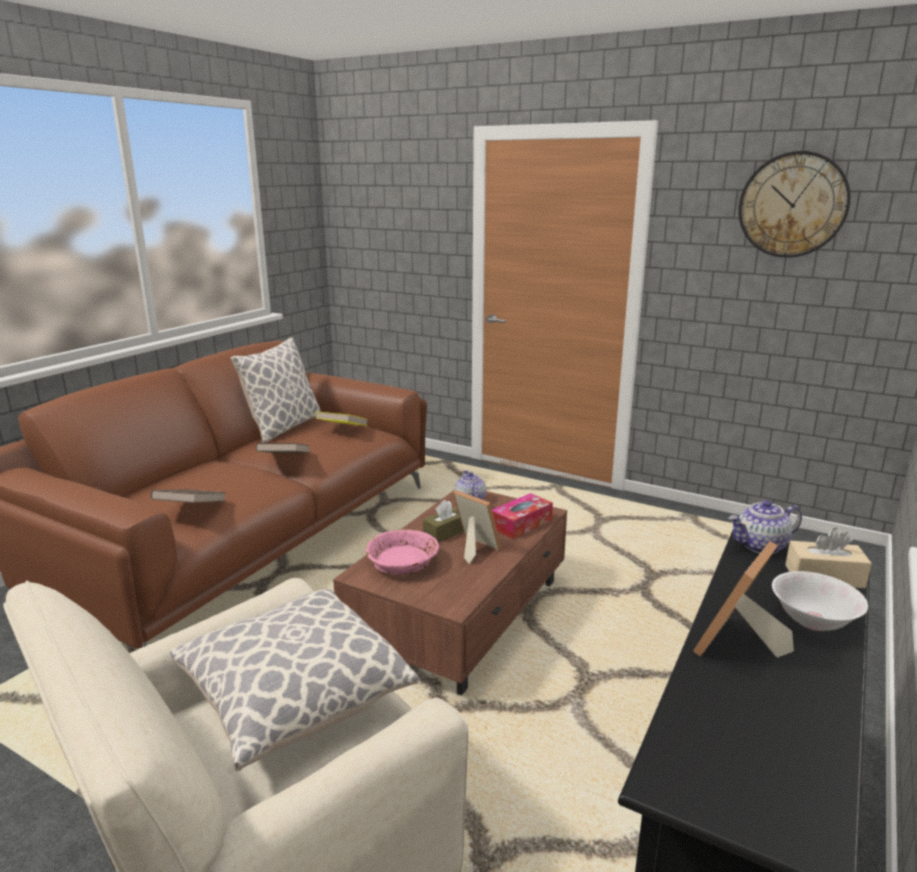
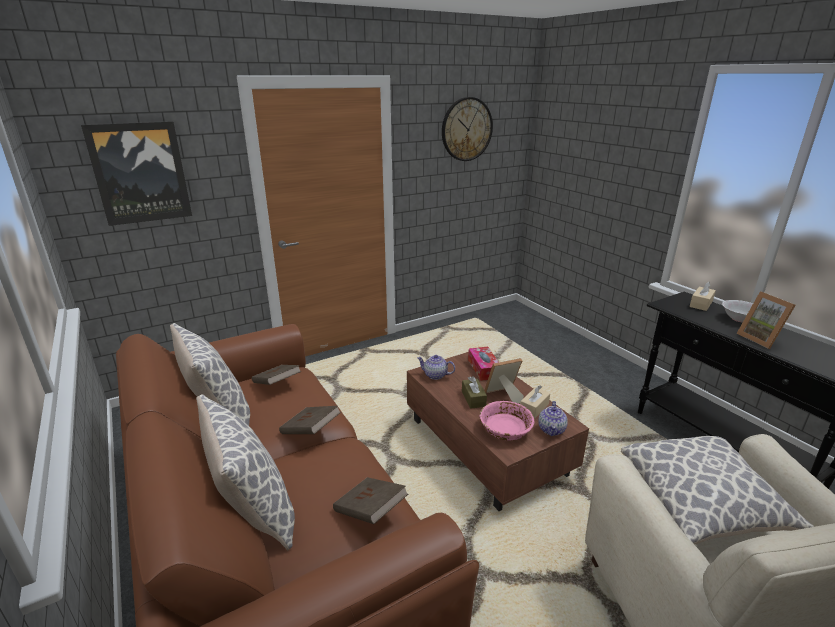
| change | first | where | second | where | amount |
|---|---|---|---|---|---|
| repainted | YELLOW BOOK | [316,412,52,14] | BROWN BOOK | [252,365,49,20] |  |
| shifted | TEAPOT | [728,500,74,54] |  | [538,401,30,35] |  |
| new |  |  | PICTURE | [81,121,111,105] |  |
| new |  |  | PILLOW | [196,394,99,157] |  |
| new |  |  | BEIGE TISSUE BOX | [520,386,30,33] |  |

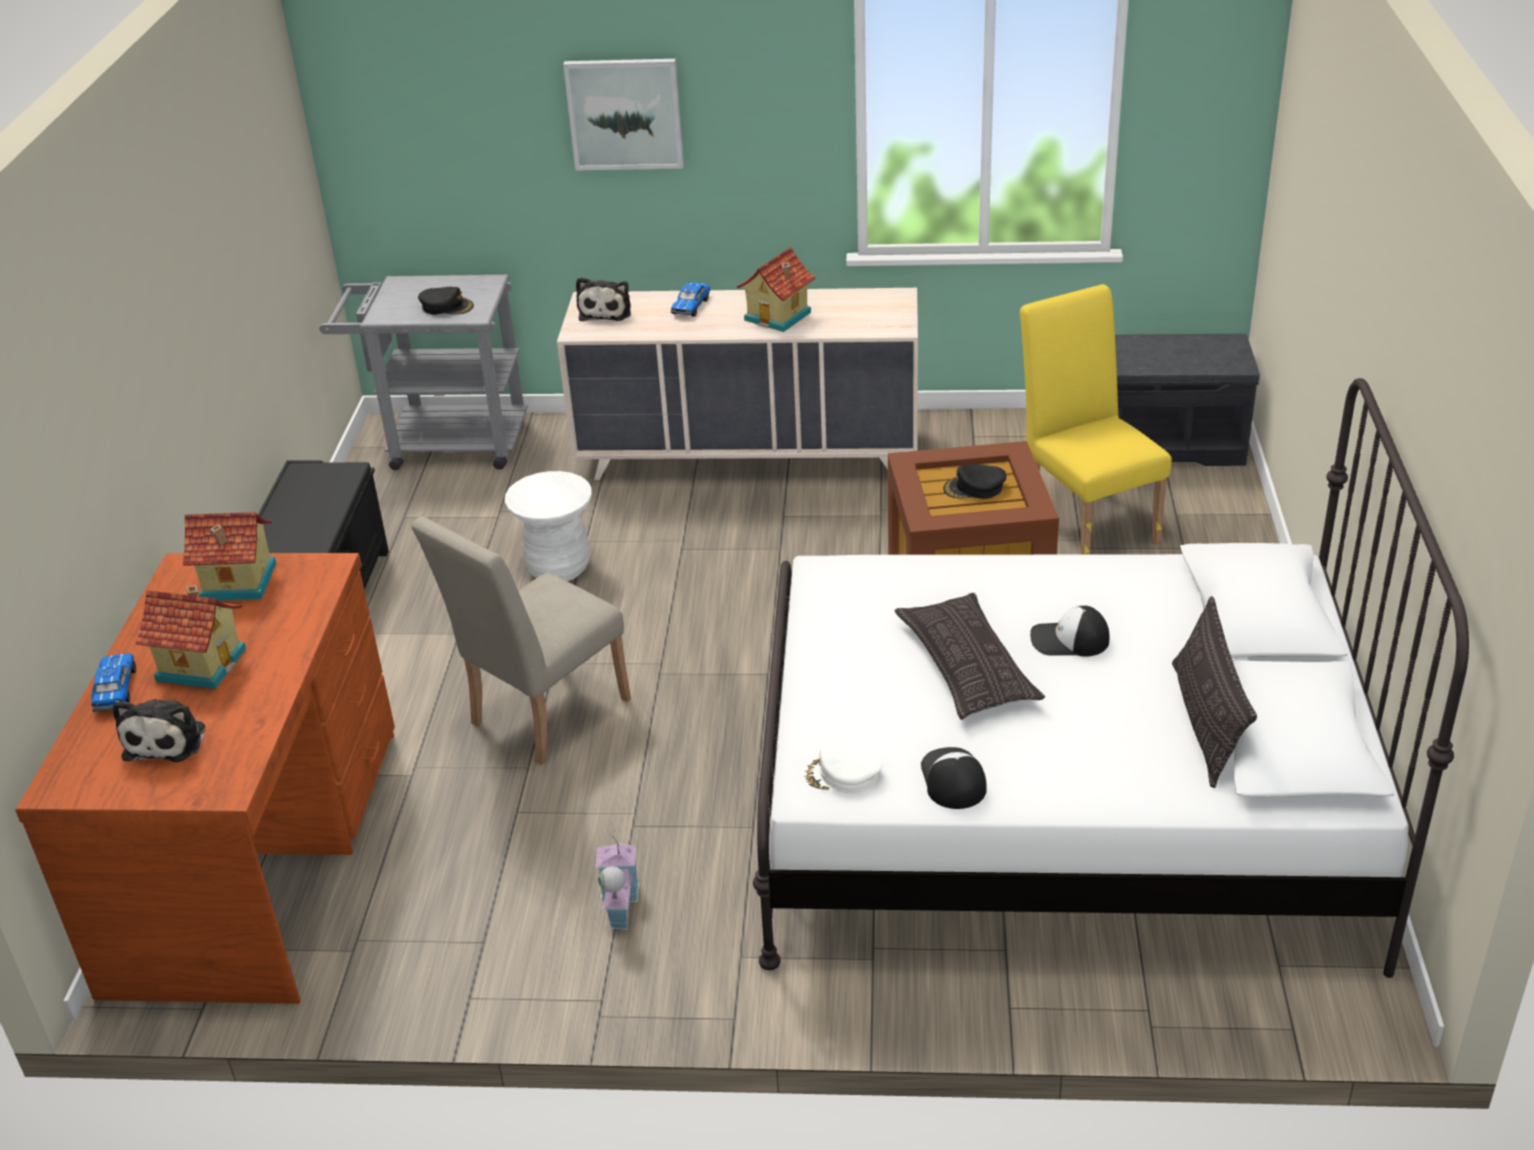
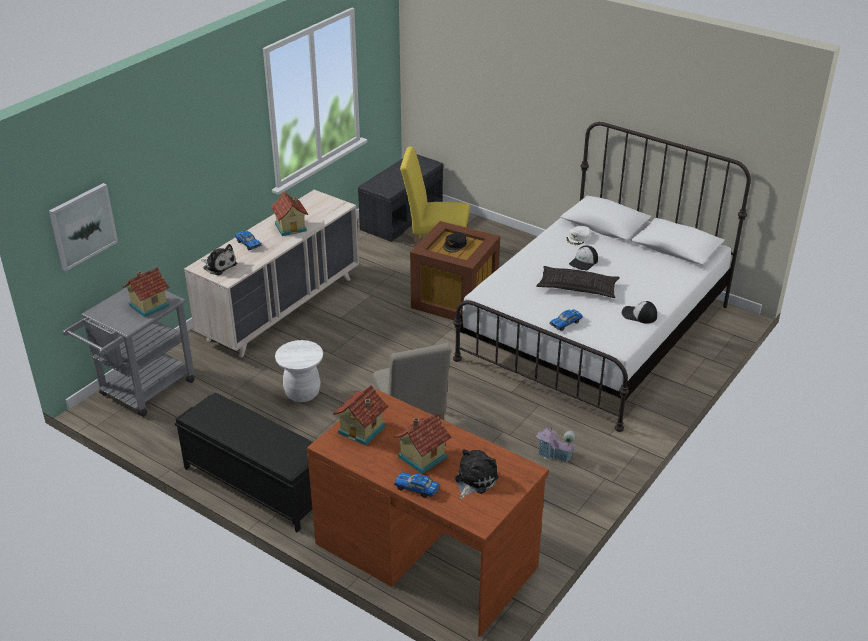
| change | first | where | second | where | amount |
|---|---|---|---|---|---|
| rotated | PLUSH TOY | [113,699,92,63] |  | [455,449,44,50] | 90 degrees counterclockwise |
| swapped | BLACK CAP | [418,287,56,28] | TOY HOUSE | [123,267,47,50] |  |
| shifted | PICTURE | [563,59,121,111] |  | [49,183,69,88] |  |
| shifted | WHITE CAP | [804,743,79,51] |  | [566,226,24,19] |  |
| gone | PILLOW | [1172,596,85,192] |  |  |  |
| new |  |  | TOY CAR | [549,309,34,22] |  |

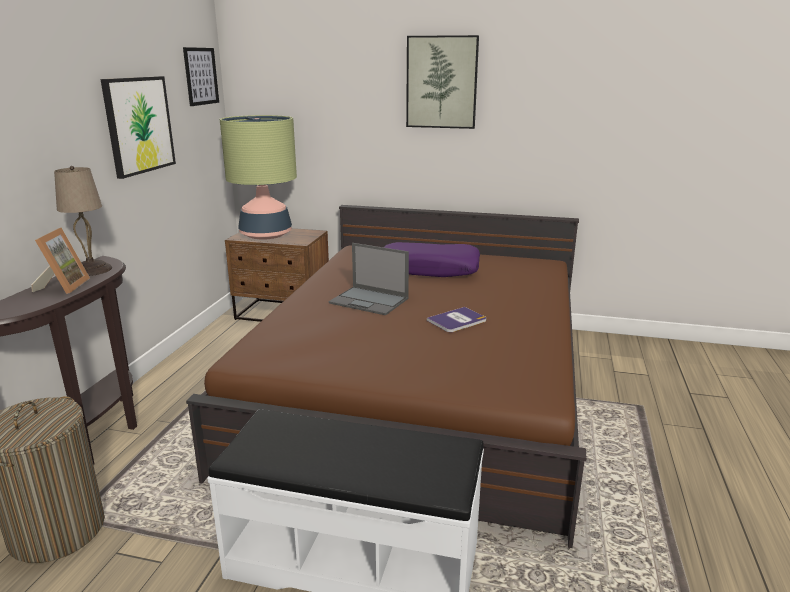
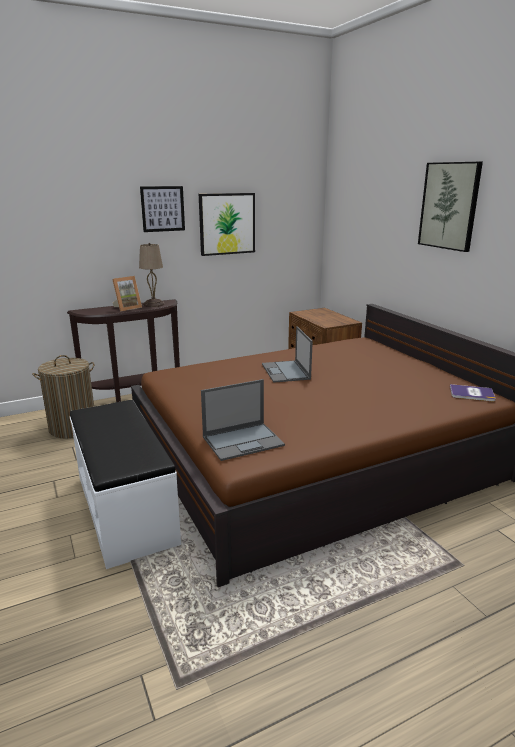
| change | first | where | second | where | amount |
|---|---|---|---|---|---|
| shifted | PICTURE | [183,47,36,59] |  | [140,186,45,46] |  |
| gone | TABLE LAMP | [220,115,77,125] |  |  |  |
| gone | PURPLE PILLOW | [384,242,96,35] |  |  |  |
| shifted | BOOK | [427,307,59,25] |  | [450,384,46,17] |  |
| new |  |  | LAPTOP | [201,379,84,82] |  |

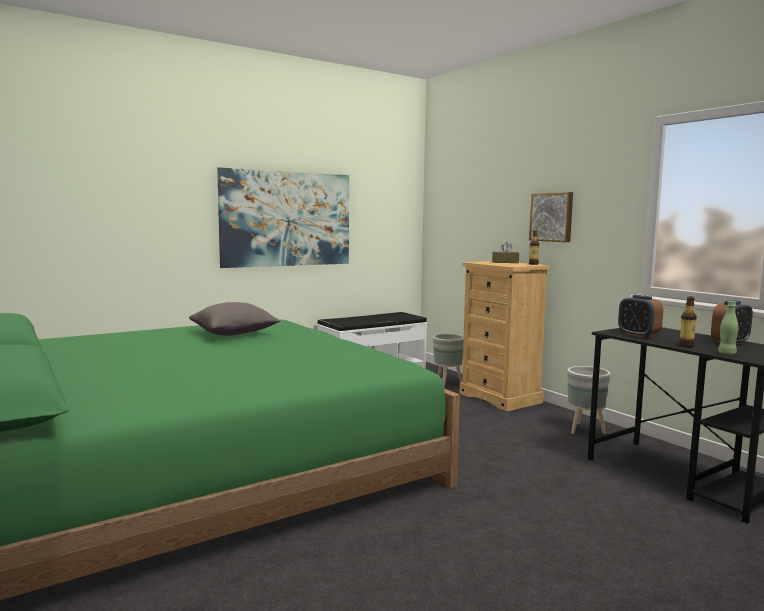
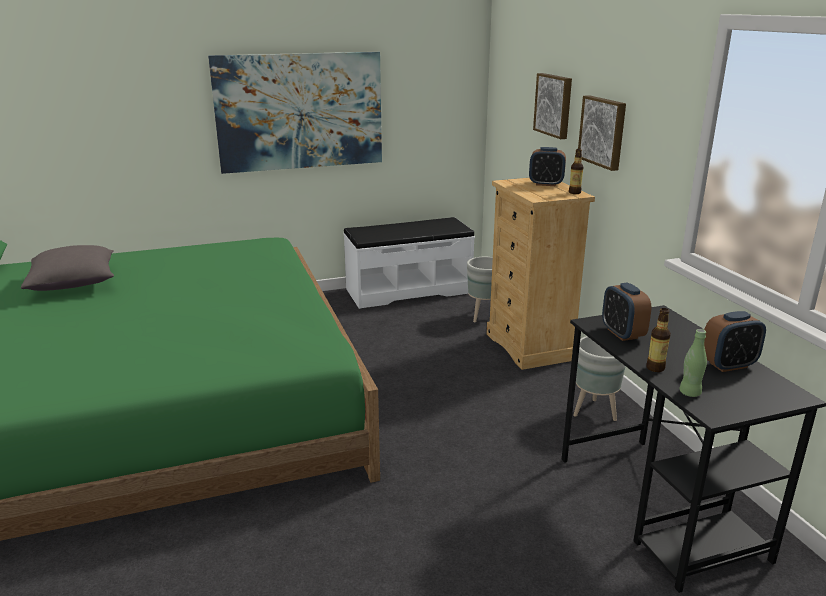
| change | first | where | second | where | amount |
|---|---|---|---|---|---|
| shifted | GREY PILLOW | [189,302,91,34] |  | [21,245,93,46] |  |
| swapped | BROWN TISSUE BOX | [492,242,27,21] | ALARM CLOCK | [529,147,37,39] |  |
| new |  |  | PICTURE | [533,73,39,66] |  |

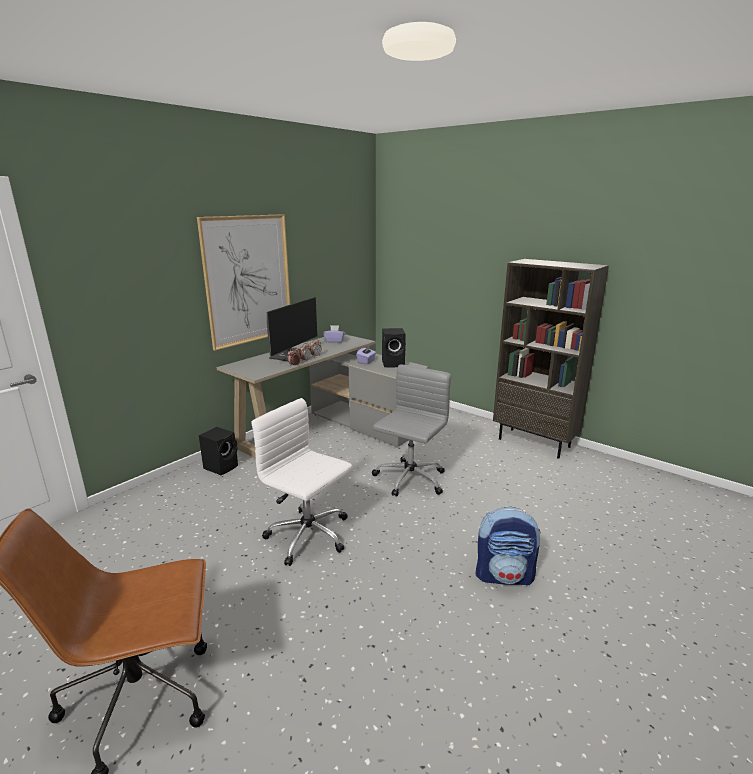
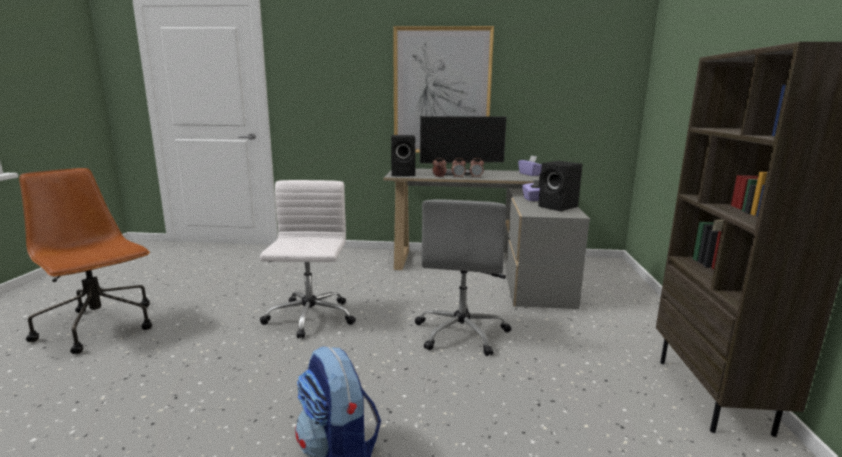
| change | first | where | second | where | amount |
|---|---|---|---|---|---|
| shifted | BLACK SPEAKER | [199,427,39,48] |  | [391,135,24,41] |  |
| rotated | GREY OFFICE CHAIR | [372,365,79,132] |  | [415,199,96,157] | 105 degrees clockwise |

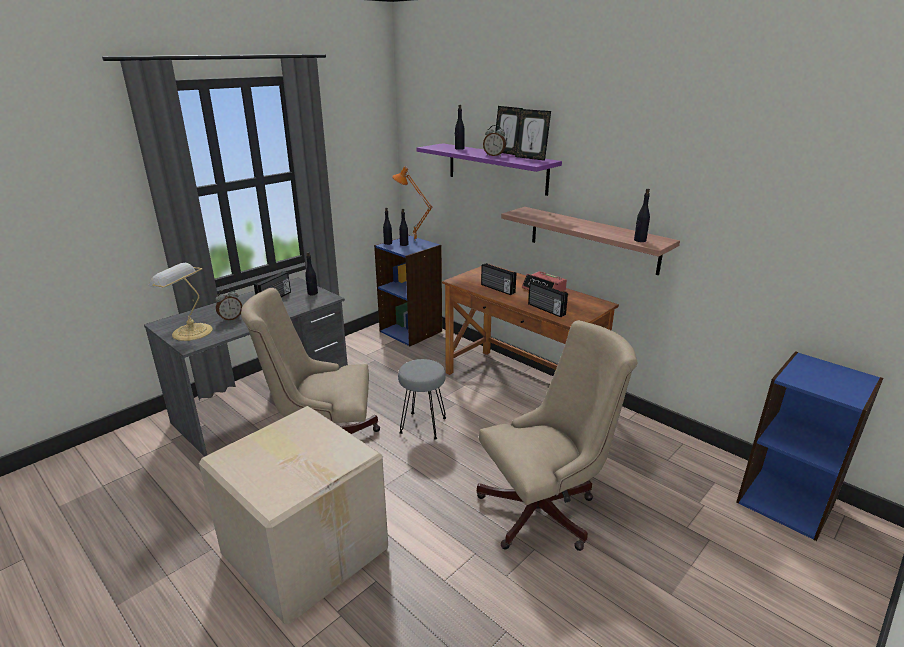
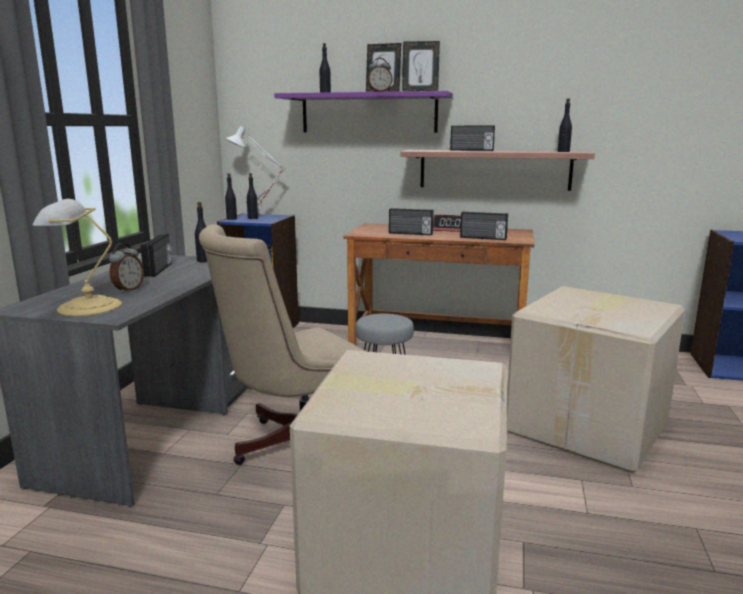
| change | first | where | second | where | amount |
|---|---|---|---|---|---|
| repainted | ORANGE TABLE LAMP | [392,166,41,75] | WHITE TABLE LAMP | [226,126,60,90] |  |
| swapped | BEIGE OFFICE CHAIR | [477,320,161,231] | CARDBOARD BOX | [507,286,178,187] |  |
| new |  |  | RADIO | [450,126,45,25] |  |

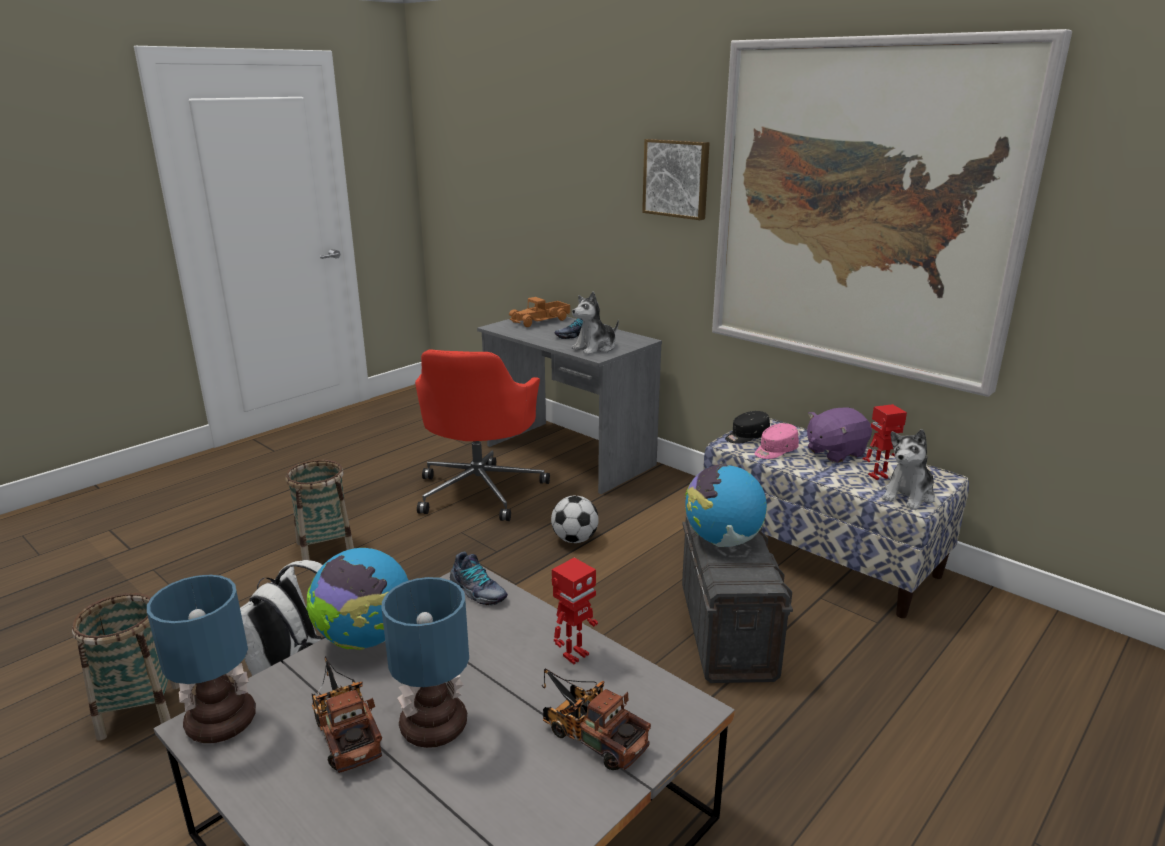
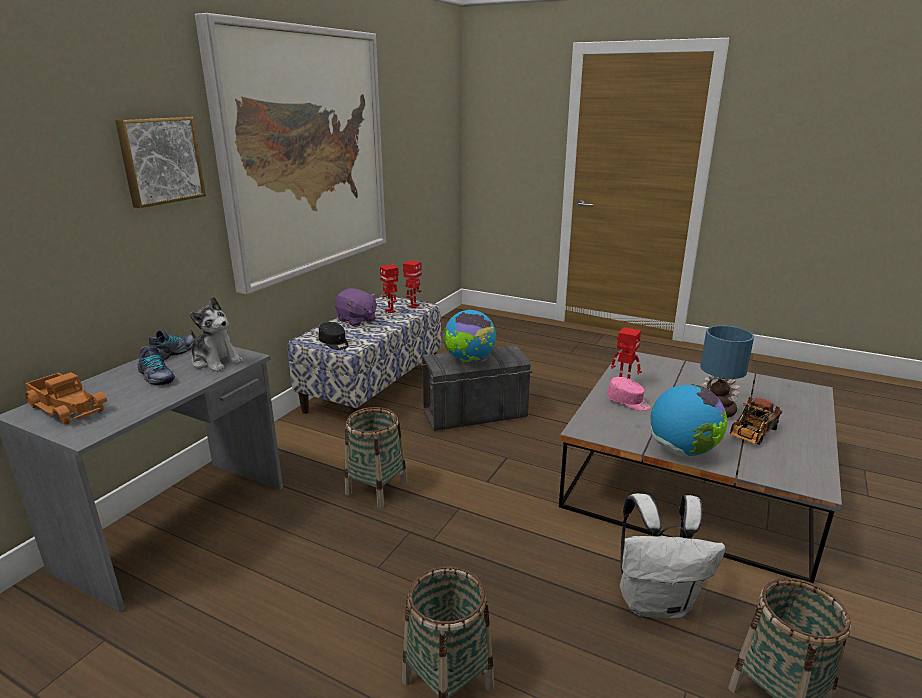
| change | first | where | second | where | amount |
|---|---|---|---|---|---|
| gone | TABLE LAMP | [147,575,109,168] |  |  |  |
| gone | RED OFFICE CHAIR | [415,349,135,172] |  |  |  |
| shifted | SHOE | [450,551,58,54] |  | [149,330,48,30] |  |
| gone | TOY TRUCK | [542,668,109,102] |  |  |  |
| swapped | FOOTBALL | [551,496,48,47] | BASKET | [345,407,62,101] |  |
| shifted | PINK CAP | [755,423,44,36] |  | [607,377,43,34] |  |
| swapped | PLUSH TOY | [882,429,53,81] | TOY ROBOT | [403,261,19,47] |  |

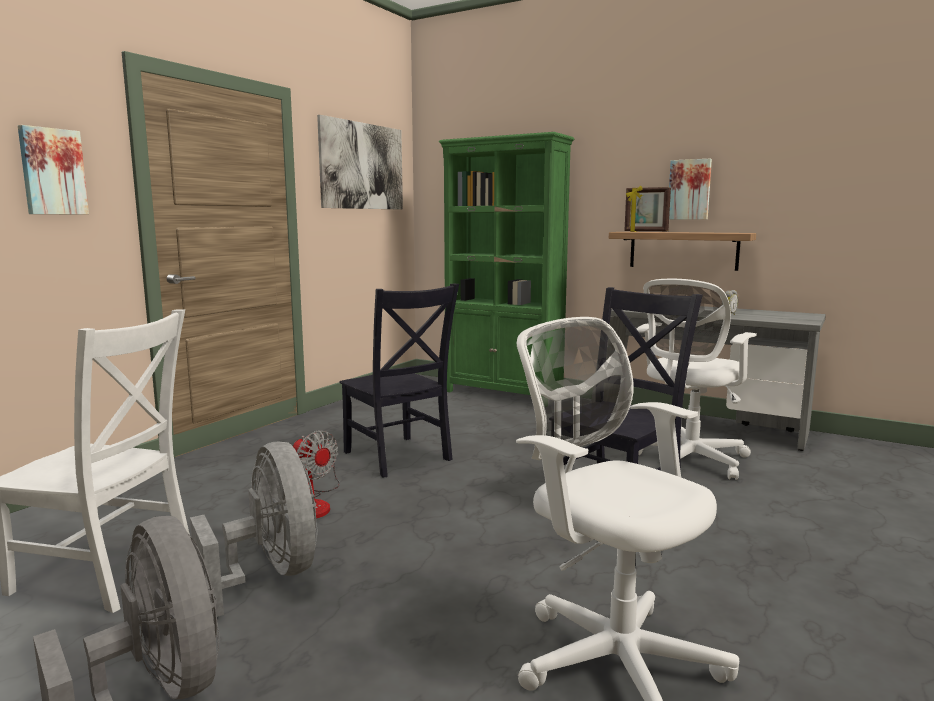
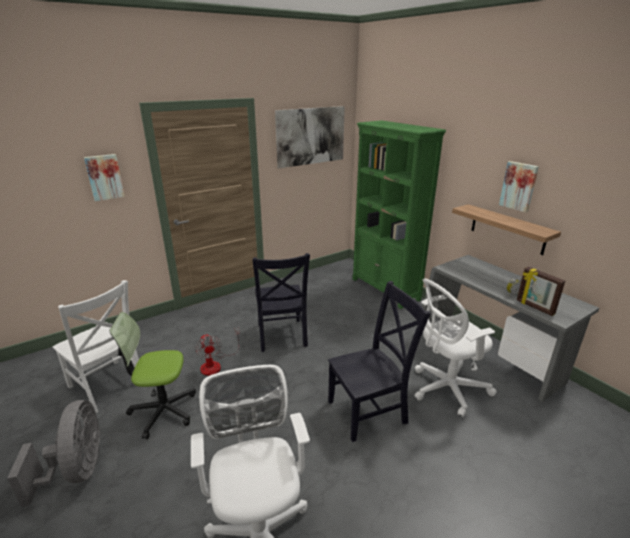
| change | first | where | second | where | amount |
|---|---|---|---|---|---|
| swapped | GREY FAN | [190,442,128,176] | OFFICE CHAIR | [110,312,86,127] |  |
| shifted | PICTURE FRAME | [624,186,47,46] |  | [517,267,48,49] |  |

